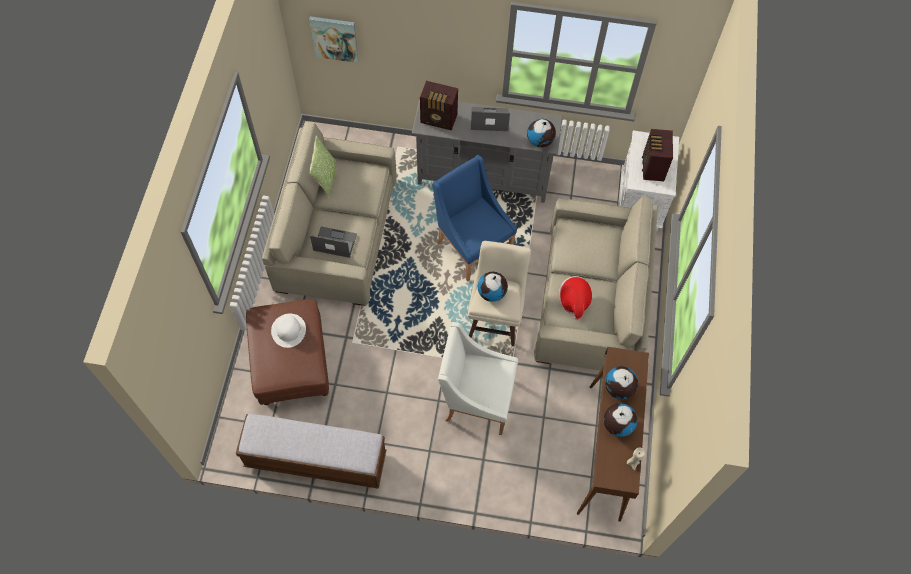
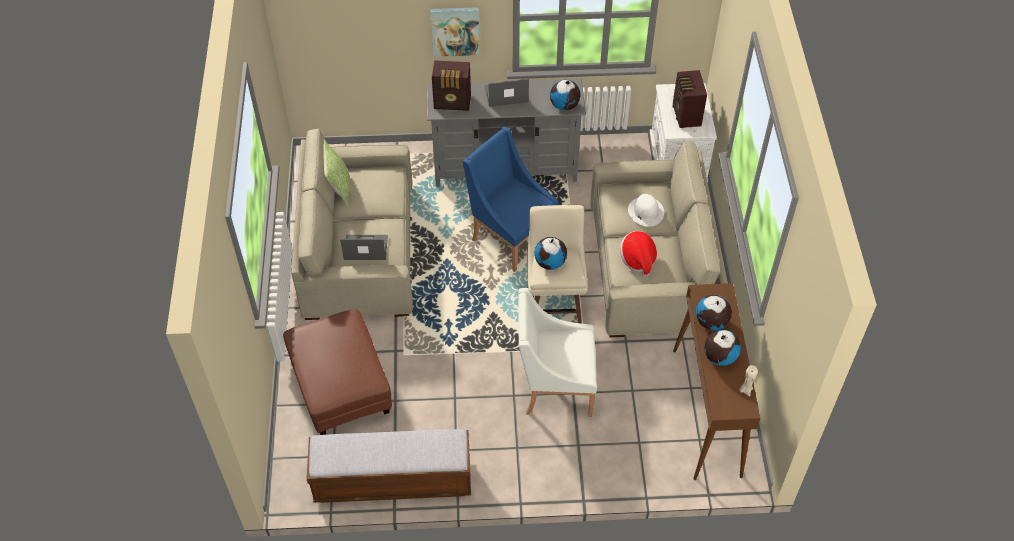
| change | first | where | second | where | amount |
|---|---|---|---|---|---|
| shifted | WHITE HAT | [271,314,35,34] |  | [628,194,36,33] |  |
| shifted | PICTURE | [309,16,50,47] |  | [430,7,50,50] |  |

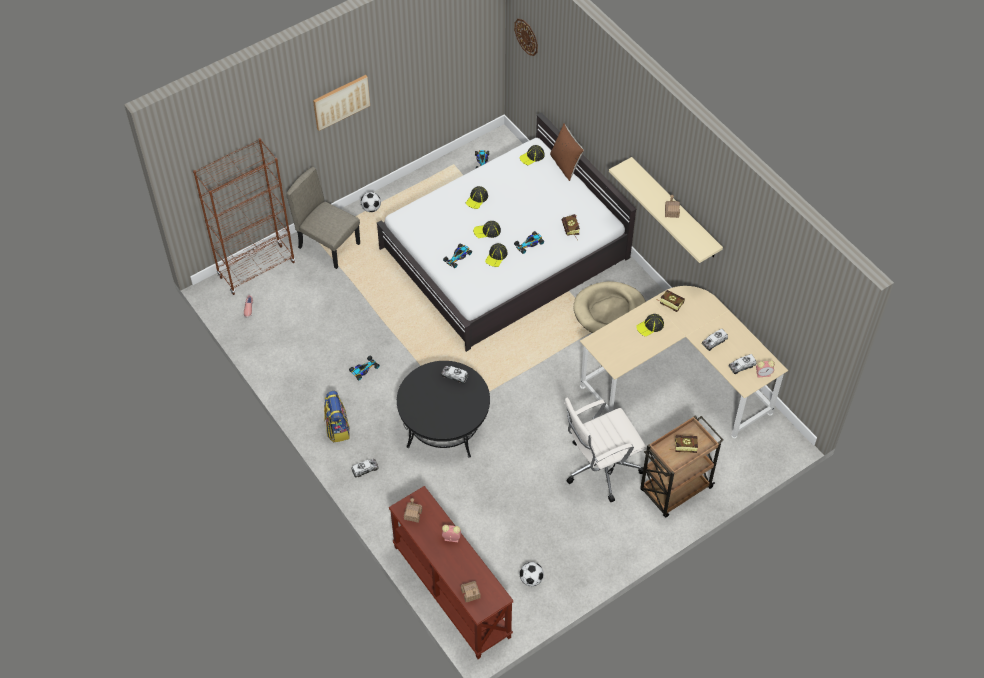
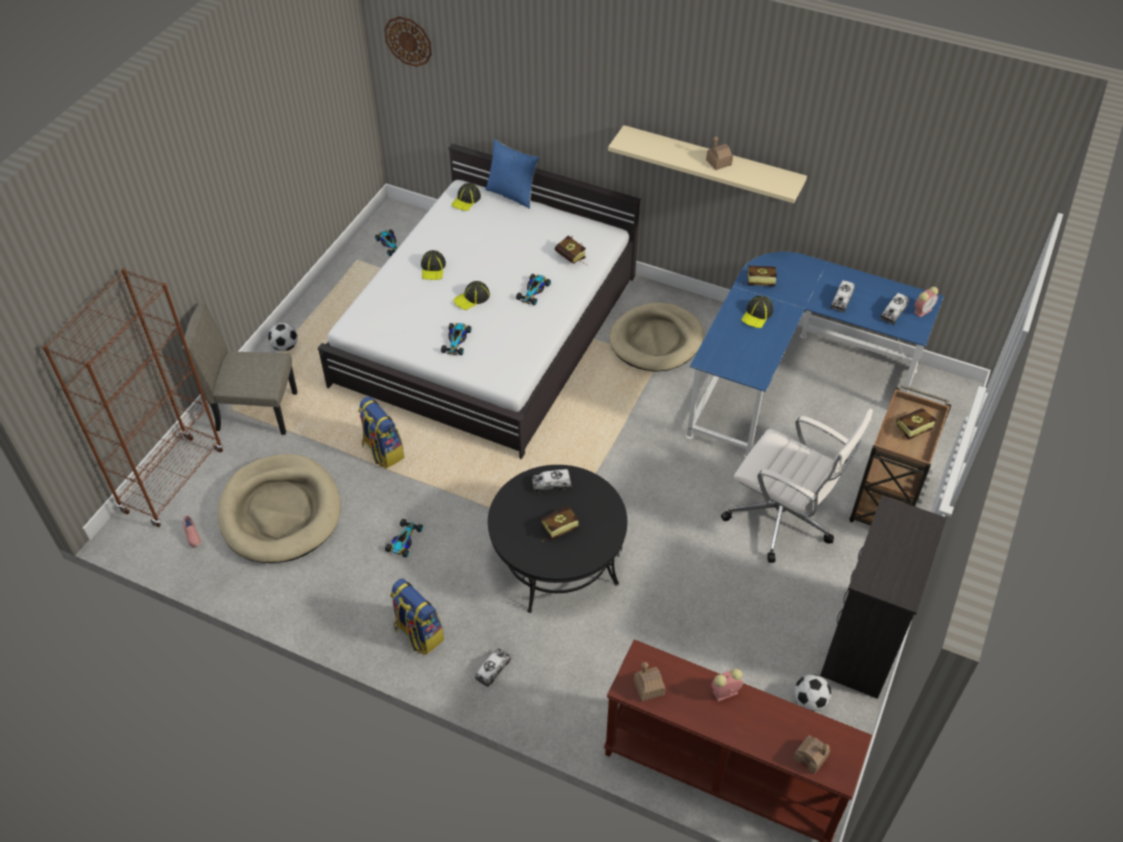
| change | first | where | second | where | amount |
|---|---|---|---|---|---|
| gone | PICTURE | [313,75,57,56] |  |  |  |
| gone | CAP | [485,243,23,24] |  |  |  |
| repainted | BROWN PILLOW | [550,123,34,58] | BLUE PILLOW | [485,139,54,70] |  |
| rotated | WHITE OFFICE CHAIR | [564,397,82,105] |  | [721,408,152,155] | 90 degrees counterclockwise |
| repainted | BEIGE DESK | [580,286,208,152] | BLUE DESK | [686,252,258,206] |  |
| new |  |  | BEIGE DOG BED | [218,454,123,109] |  |
| new |  |  | BACKPACK | [358,397,46,71] |  |
| new |  |  | BOOK | [541,506,38,36] |  |
| new |  |  | BLACK DRESSER | [820,495,127,204] |  |

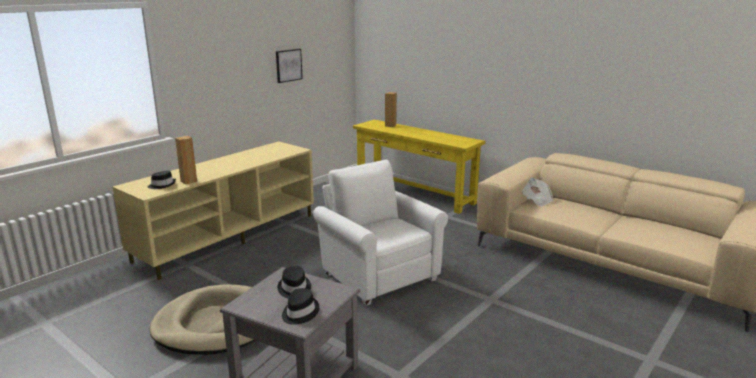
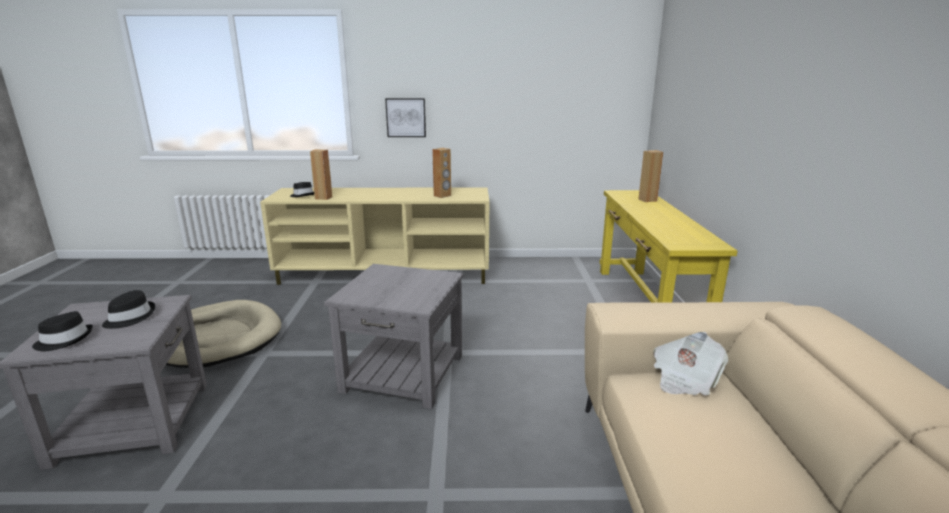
| change | first | where | second | where | amount |
|---|---|---|---|---|---|
| shifted | PICTURE | [276,49,27,34] |  | [385,98,41,39] |  |
| swapped | WHITE ARMCHAIR | [313,160,135,146] | GREY SIDE TABLE | [324,264,139,145] |  |
| new |  |  | BROWN SPEAKER | [432,148,19,50] |  |

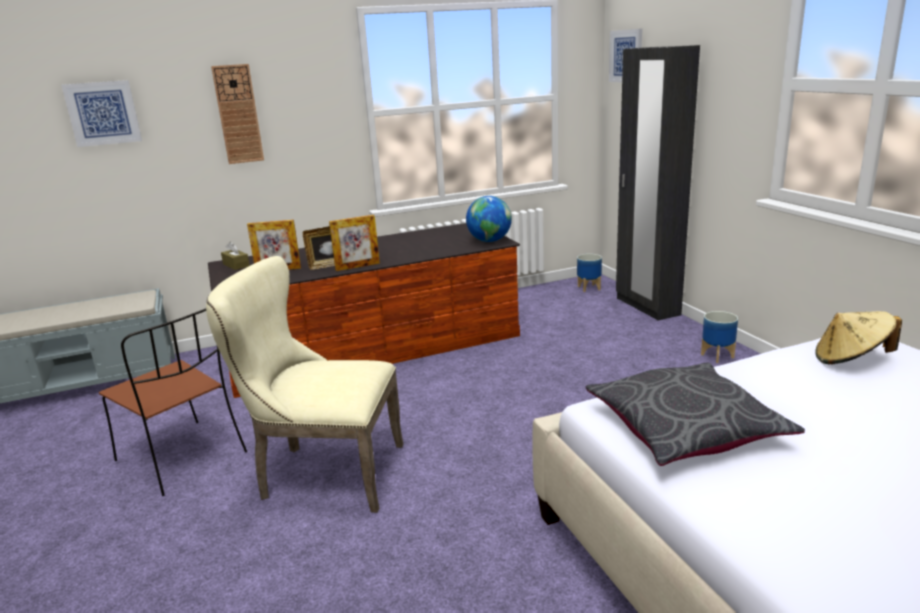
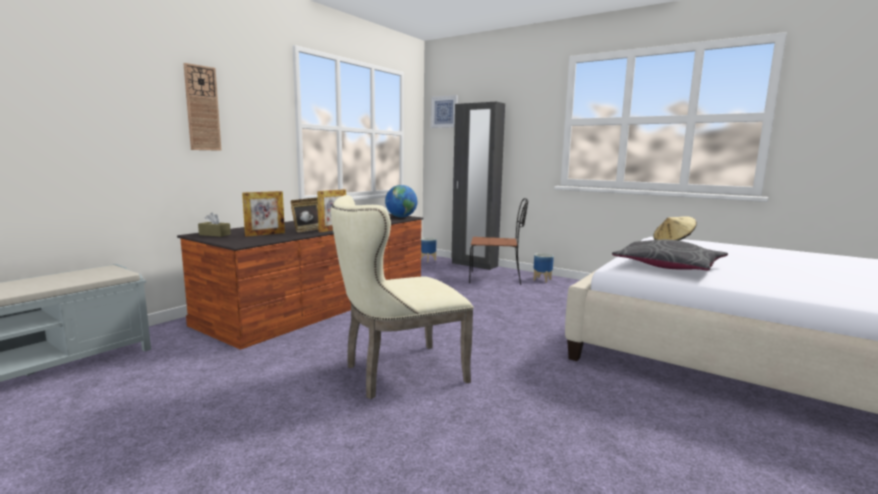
| change | first | where | second | where | amount |
|---|---|---|---|---|---|
| gone | PICTURE | [61,80,81,67] |  |  |  |
| shifted | BROWN CHAIR | [99,308,148,188] |  | [469,198,59,87] |  |

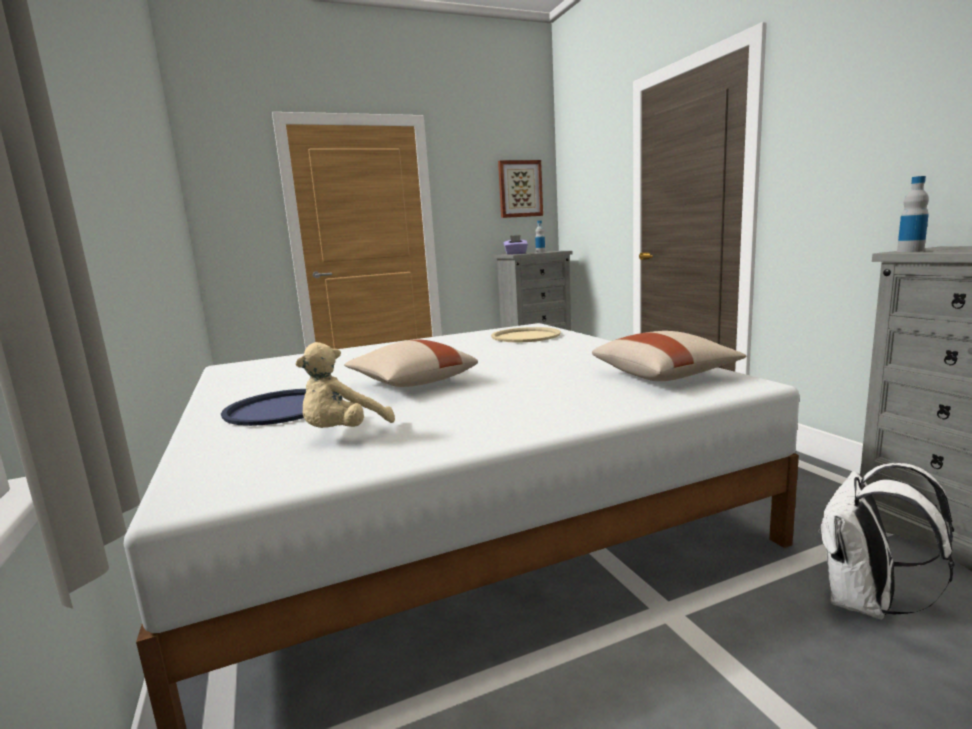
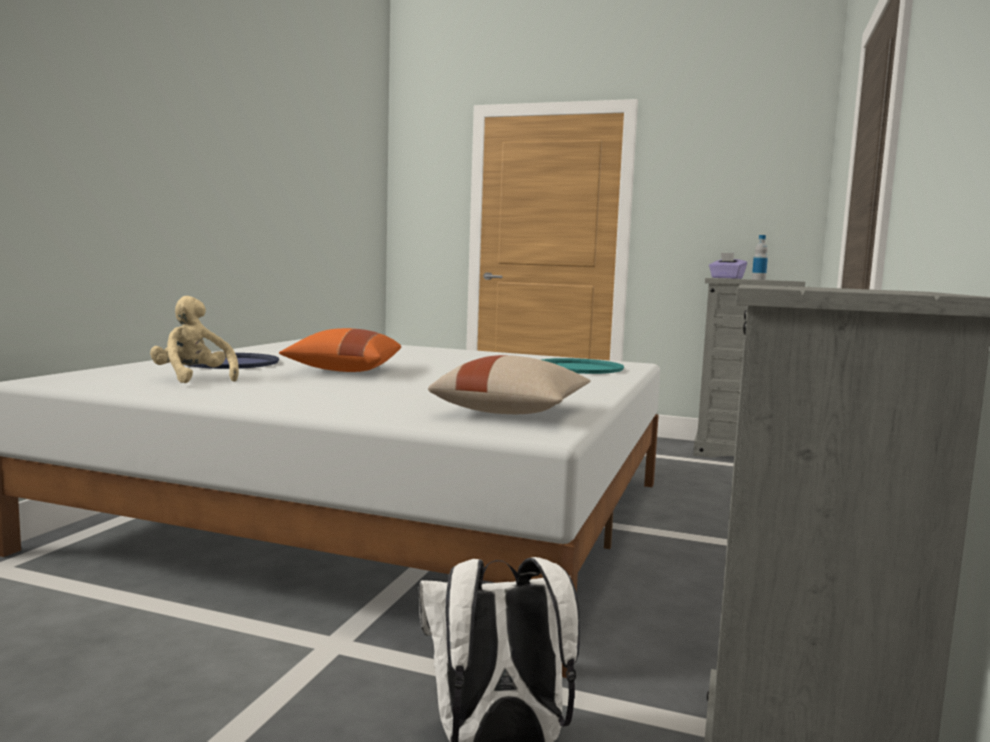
| change | first | where | second | where | amount |
|---|---|---|---|---|---|
| rotated | BEIGE PLUSH TOY | [296,342,99,86] |  | [150,296,89,87] | 60 degrees clockwise |
| repainted | BEIGE PILLOW | [344,340,134,47] | ORANGE PILLOW | [279,328,122,44] |  |
| repainted | BEIGE TRAY | [491,327,70,15] | TURQUOISE TRAY | [542,358,82,16] |  |
| gone | PICTURE | [498,160,45,58] |  |  |  |
| gone | BOTTLE | [897,176,32,76] |  |  |  |

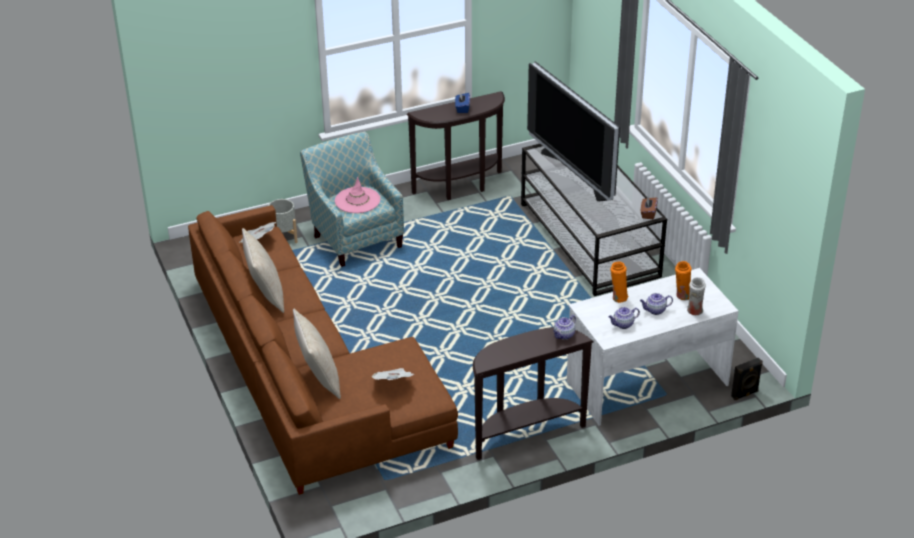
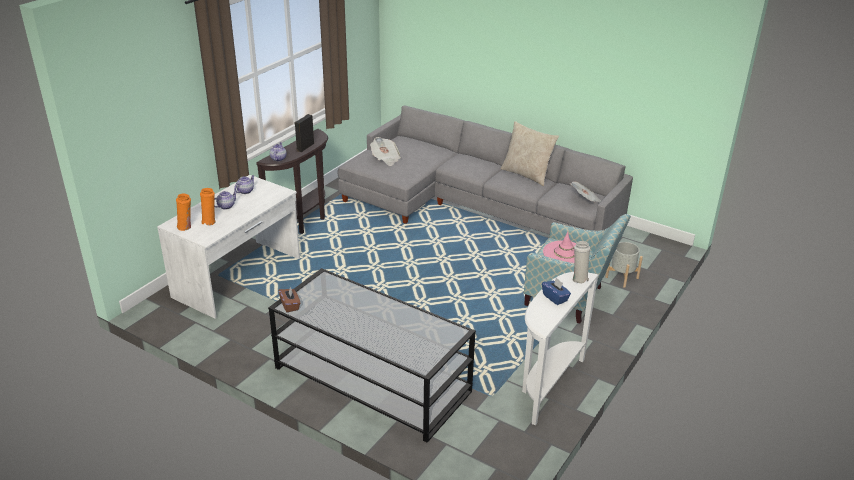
| change | first | where | second | where | amount |
|---|---|---|---|---|---|
| repainted | BROWN SOFA | [188,205,270,290] | GREY SOFA | [337,106,296,128] |  |
| gone | BEIGE PILLOW | [293,309,48,90] |  |  |  |
| repainted | BROWN CONSOLE TABLE | [406,91,99,109] | WHITE CONSOLE TABLE | [522,272,77,153] |  |
| gone | TELEVISION | [527,61,93,140] |  |  |  |
| shifted | ORANGE VASE | [610,261,18,42] |  | [176,194,15,37] |  |
| shifted | WHITE VASE | [687,277,19,38] |  | [572,241,18,43] |  |
| shifted | BLACK SPEAKER | [731,358,32,42] |  | [294,114,20,38] |  |

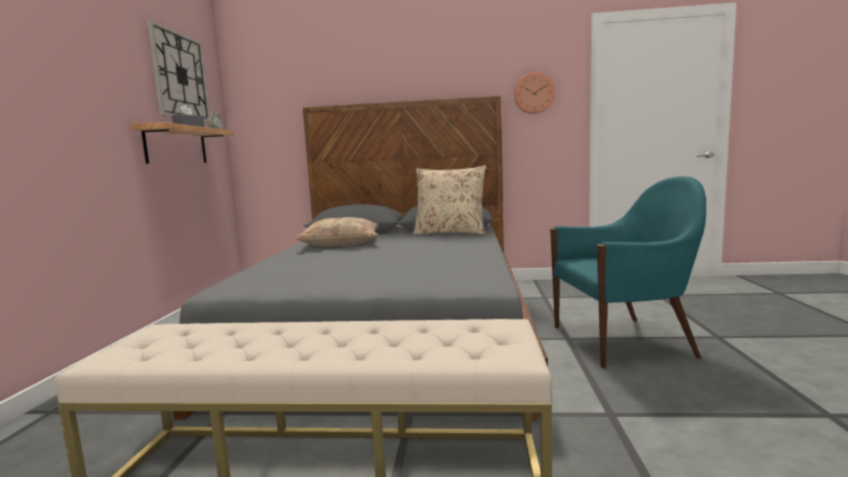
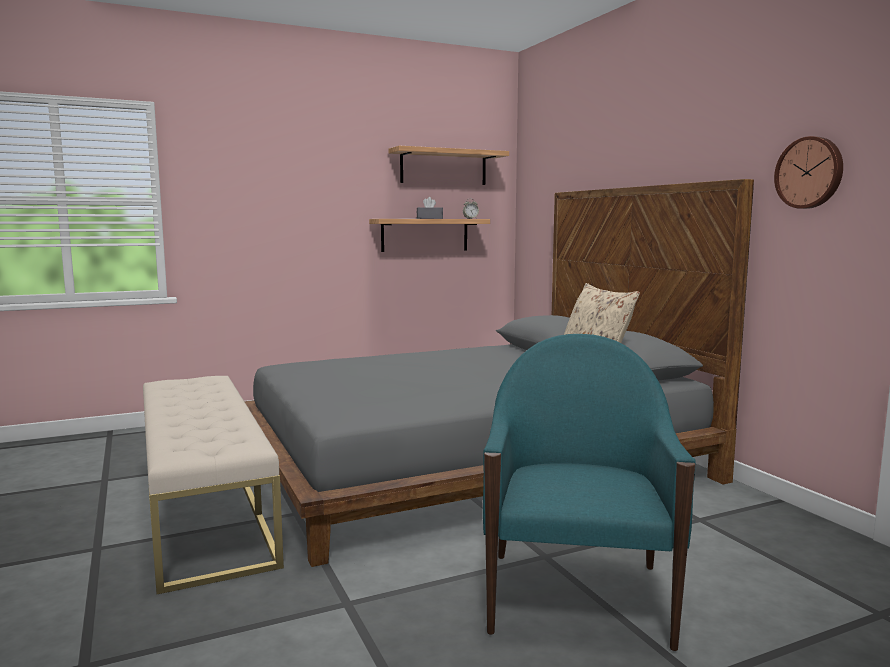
| change | first | where | second | where | amount |
|---|---|---|---|---|---|
| swapped | WALL CLOCK | [147,20,63,102] | SHELF | [388,146,121,39] |  |
| gone | BEIGE PILLOW | [296,217,83,29] |  |  |  |
| rotated | TURQUOISE ARMCHAIR | [550,176,156,193] |  | [483,334,213,317] | 135 degrees counterclockwise |

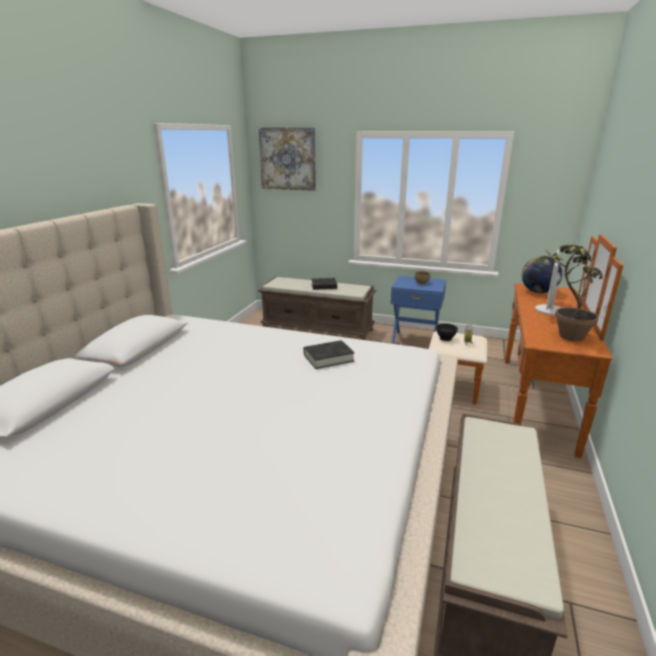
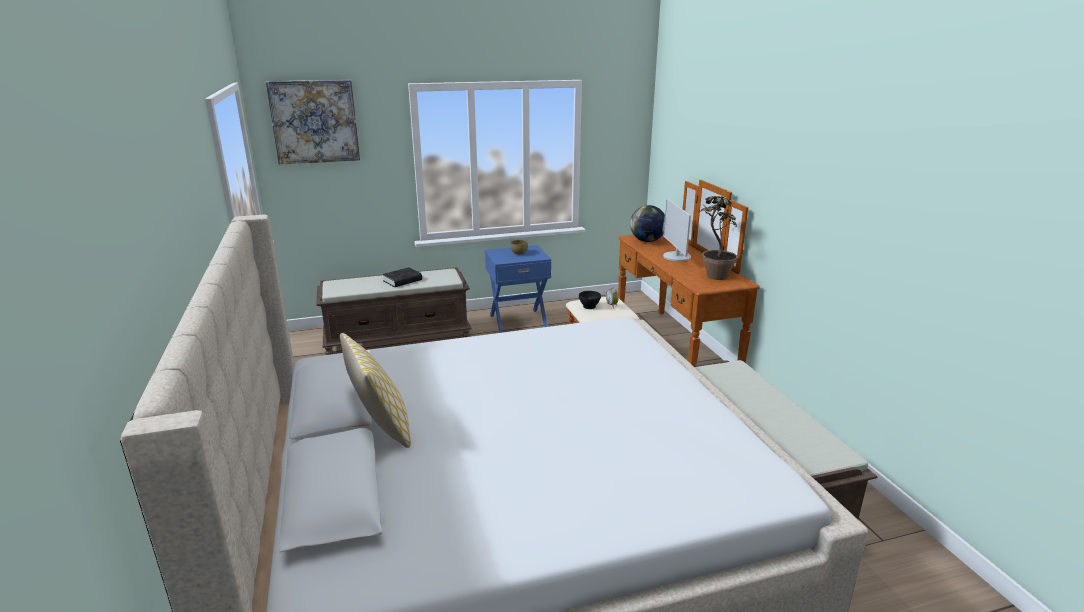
| change | first | where | second | where | amount |
|---|---|---|---|---|---|
| gone | BLACK BOOK | [304,340,51,29] |  |  |  |
| new |  |  | PILLOW | [340,333,71,115] |  |

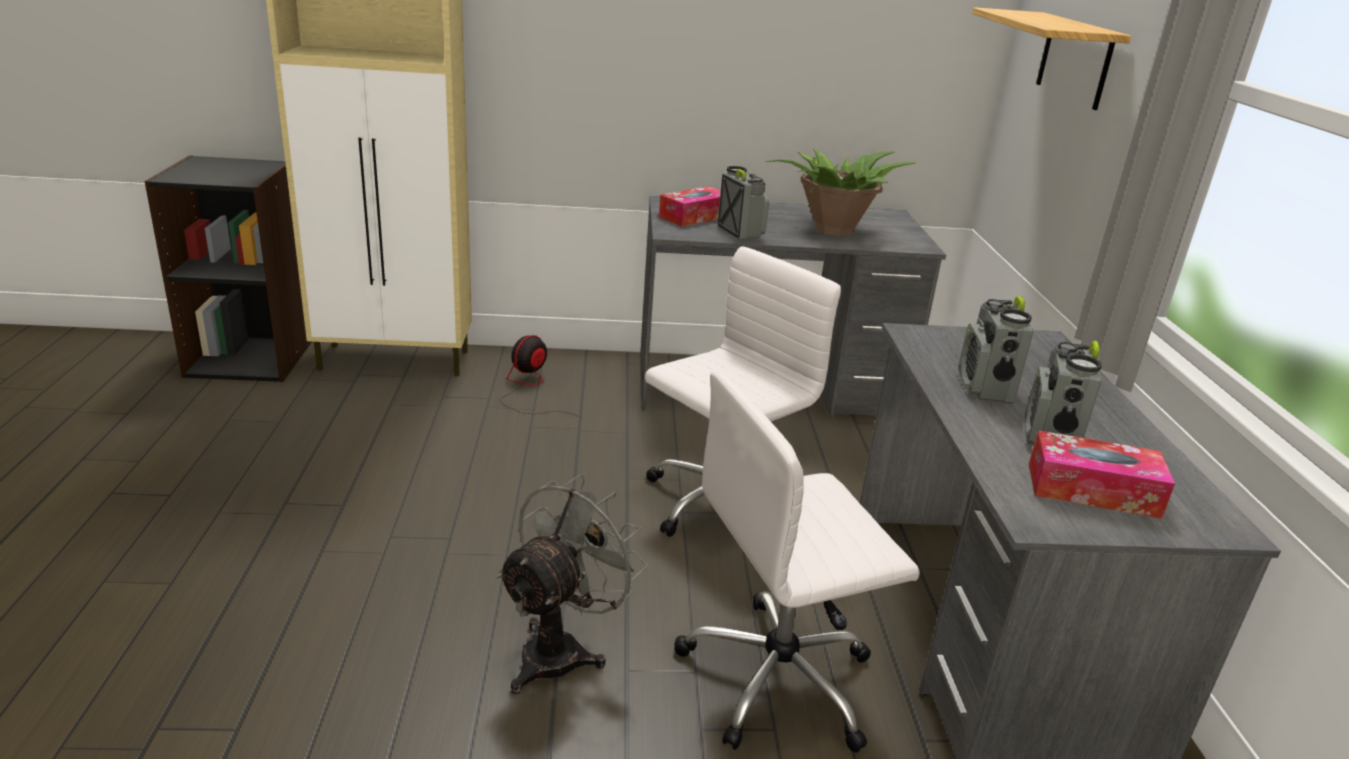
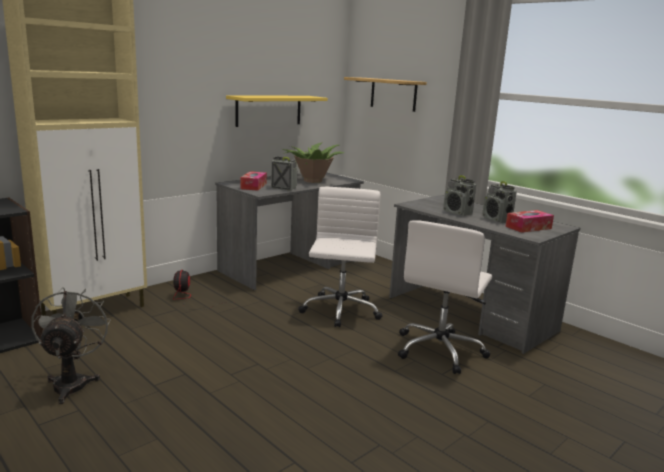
| change | first | where | second | where | amount |
|---|---|---|---|---|---|
| shifted | GREY FAN | [496,474,152,220] |  | [32,287,79,117] |  |
| new |  |  | YELLOW SHELF | [226,95,102,32] |  |

